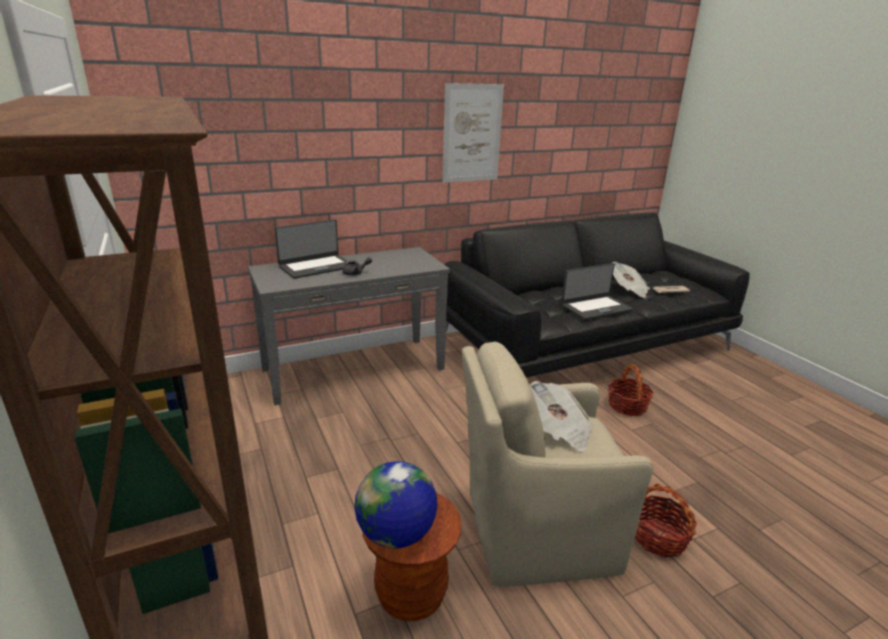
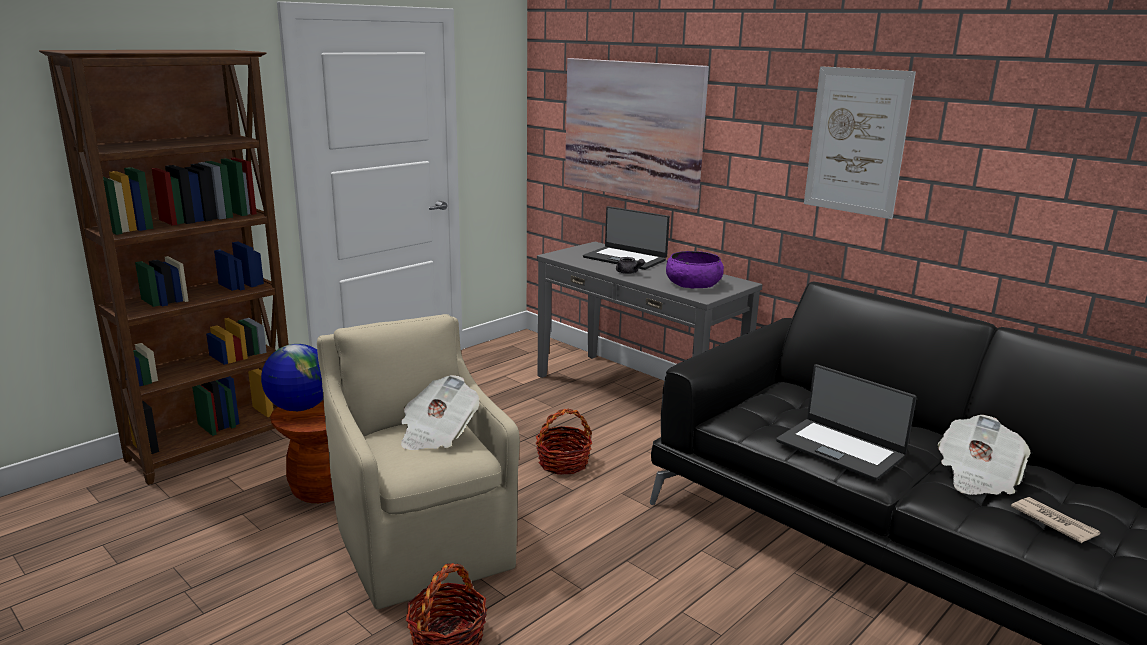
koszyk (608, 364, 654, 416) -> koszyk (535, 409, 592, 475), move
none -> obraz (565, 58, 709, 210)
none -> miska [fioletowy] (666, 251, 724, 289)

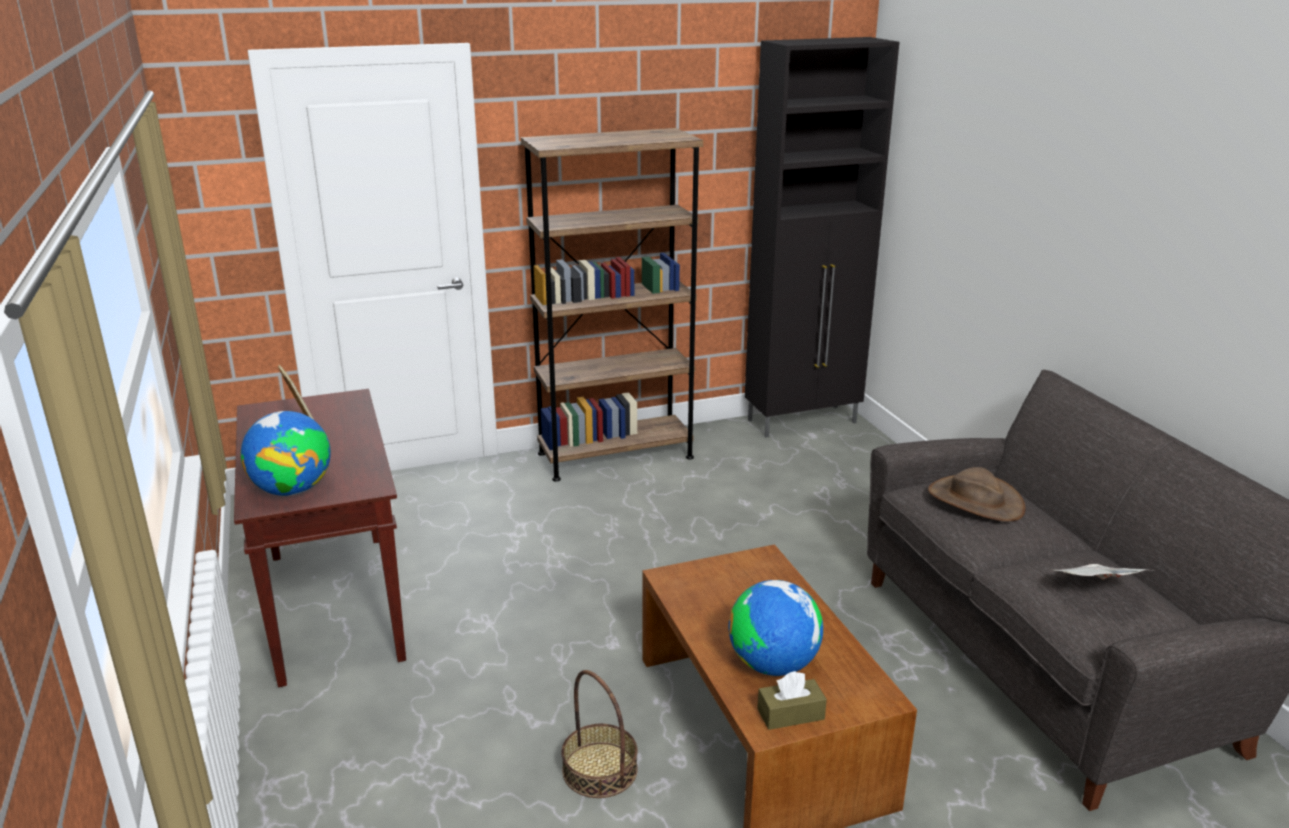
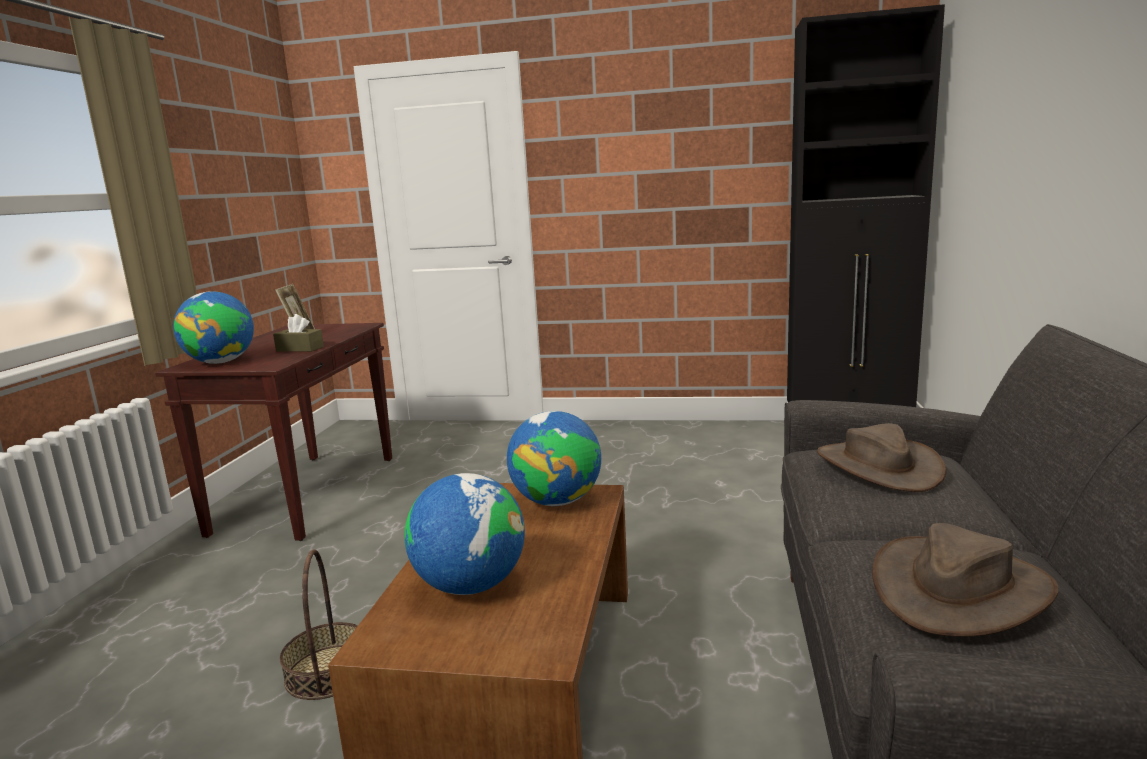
regał [brązowy] (521, 128, 703, 482) -> none
gazeta (1055, 564, 1156, 580) -> kapelusz [brązowy] (872, 523, 1058, 637)
pudełko chusteczek [brązowy] (757, 671, 827, 730) -> pudełko chusteczek [brązowy] (273, 314, 324, 352), move
none -> globus (507, 411, 601, 506)

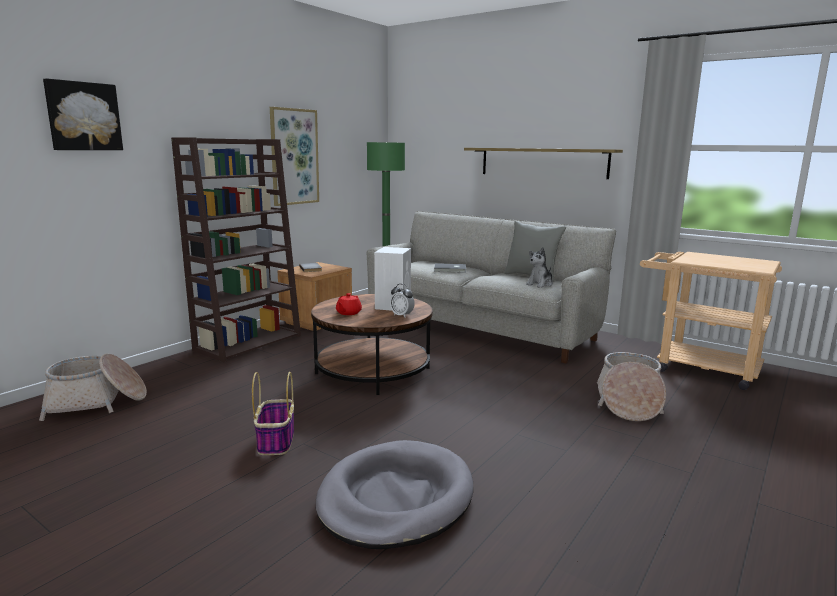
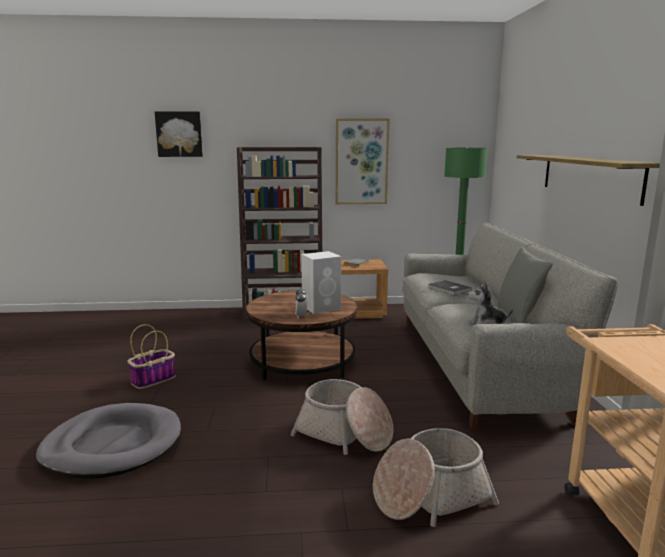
imbryk [czerwony] (336, 293, 362, 315) -> none
koszyk (39, 354, 147, 421) -> koszyk (291, 379, 393, 455), move

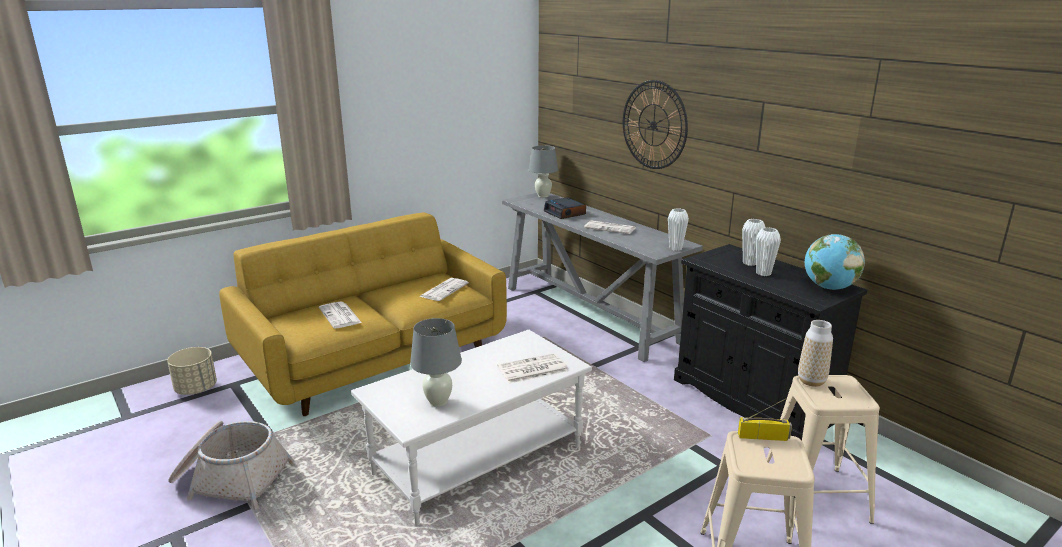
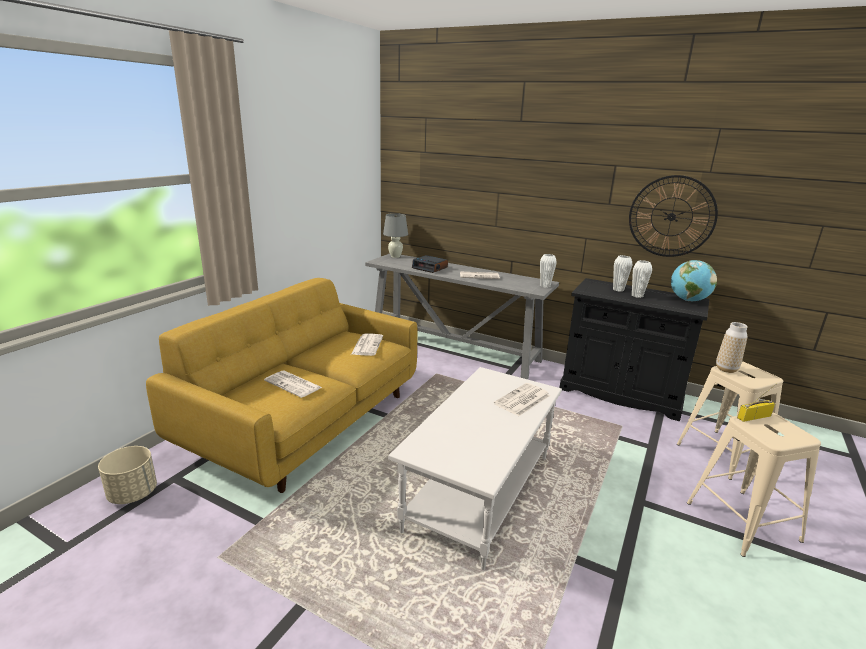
zegar ścienny (623, 80, 688, 169) -> zegar ścienny (629, 175, 718, 257), move
lampa stołowa [szary] (410, 318, 462, 407) -> none
koszyk (168, 421, 295, 510) -> none

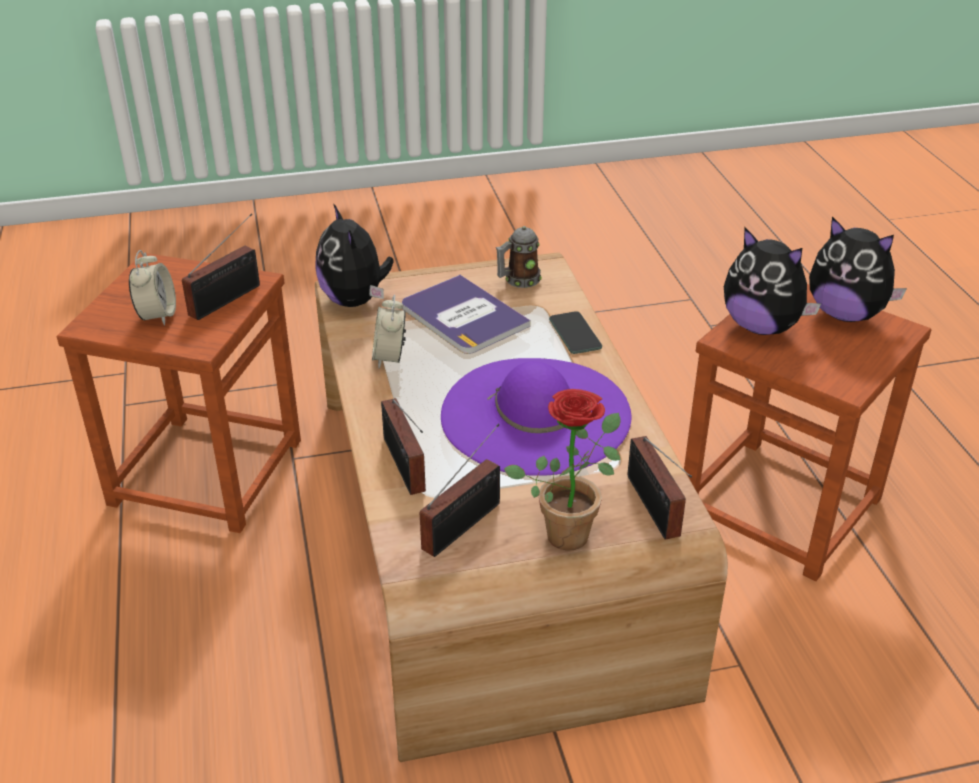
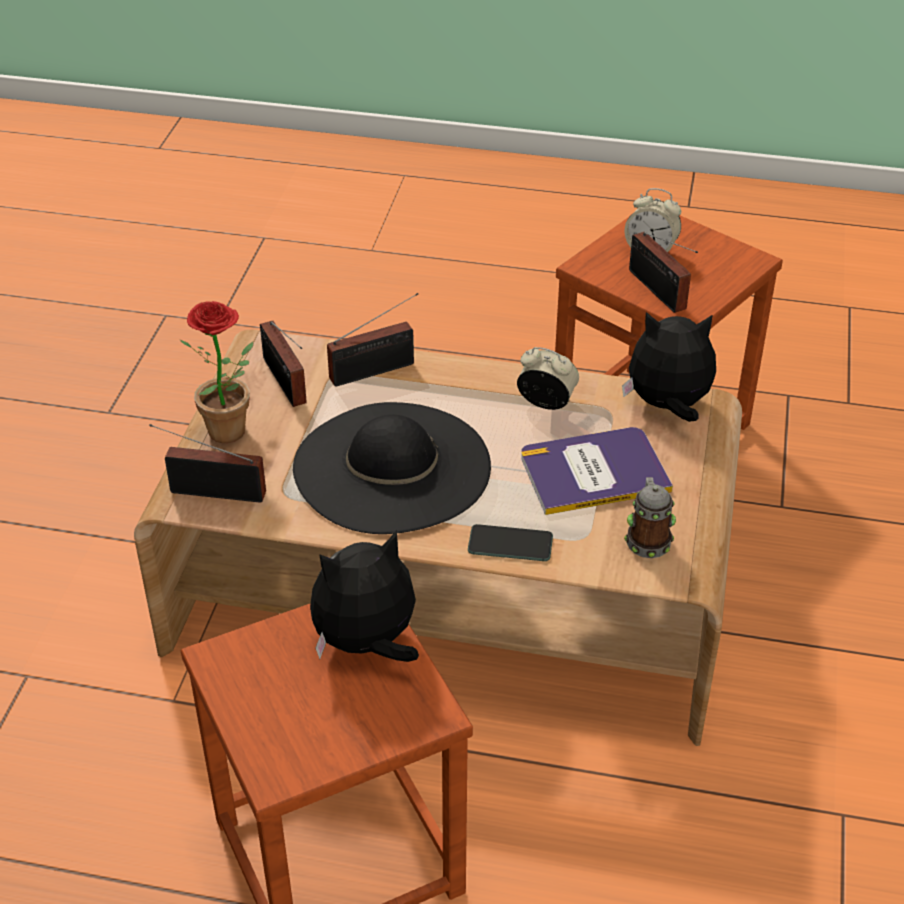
pluszak (809, 217, 907, 322) -> none
kapelusz [fioletowy] (441, 358, 631, 476) -> kapelusz [czarny] (293, 402, 491, 534)
radio (381, 398, 426, 495) -> radio (327, 293, 418, 387), 150 degrees clockwise

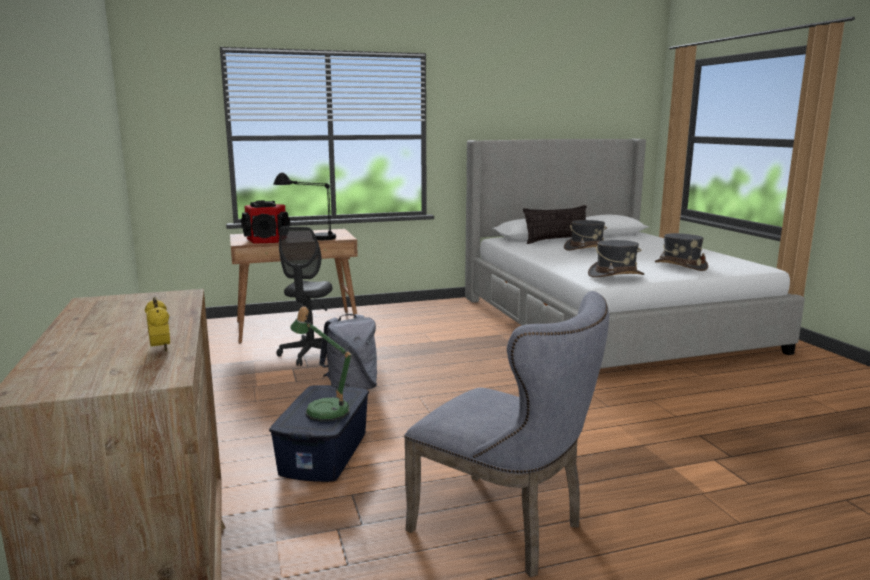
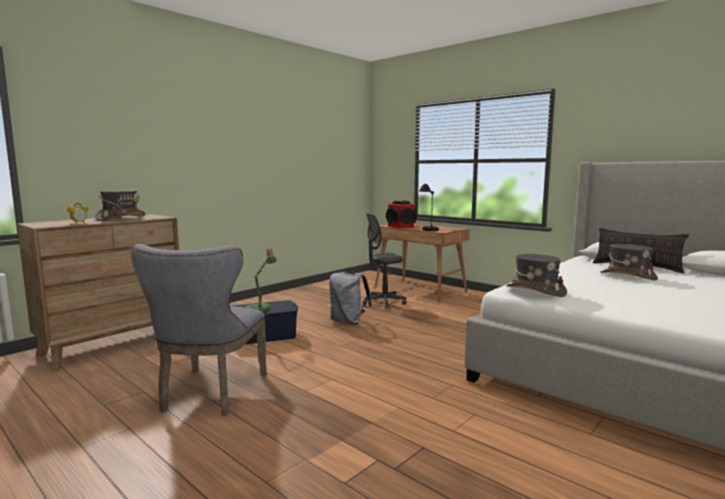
kapelusz [szary] (655, 233, 708, 271) -> kapelusz [szary] (95, 190, 145, 221), move

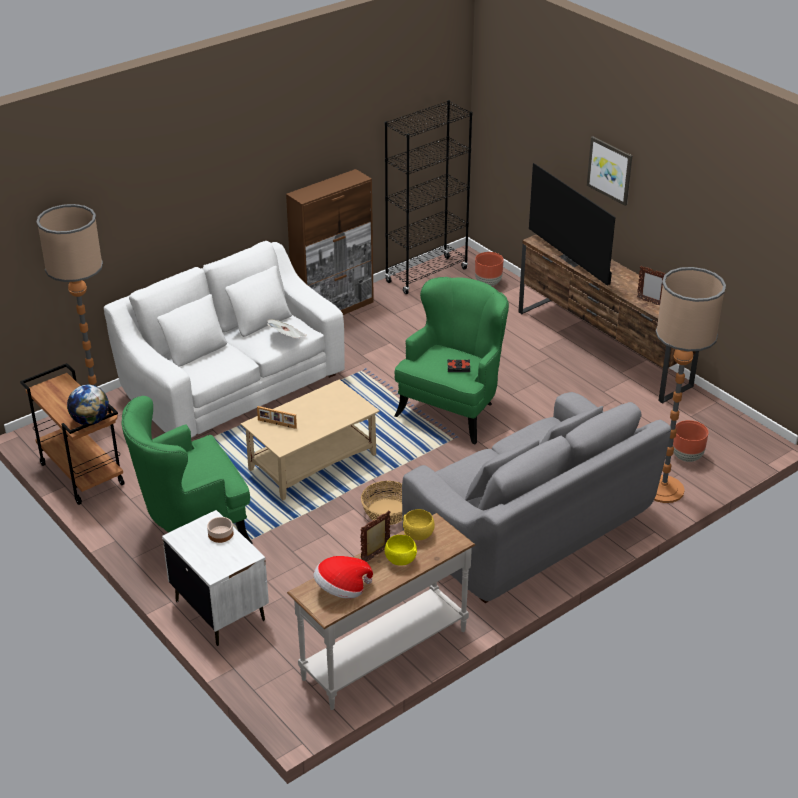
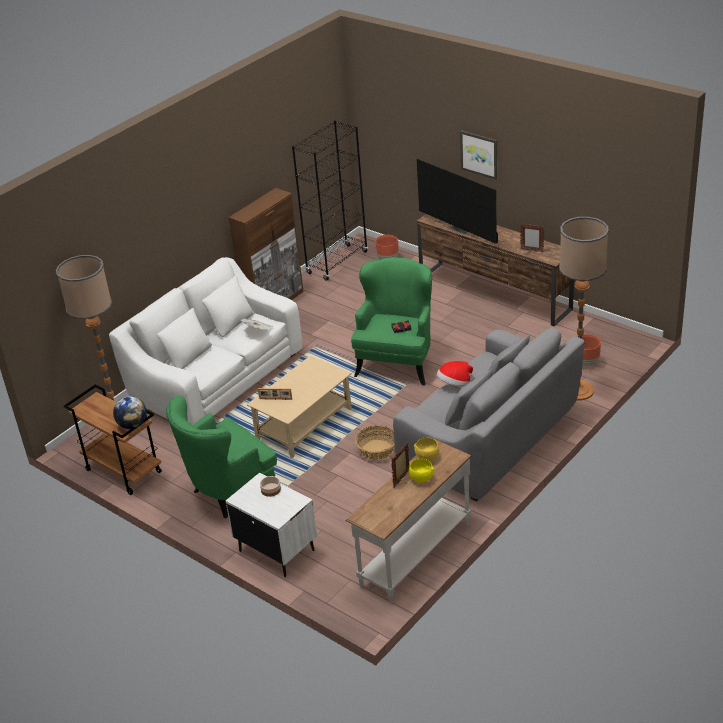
kapelusz (313, 556, 373, 599) -> kapelusz (437, 361, 473, 387), move

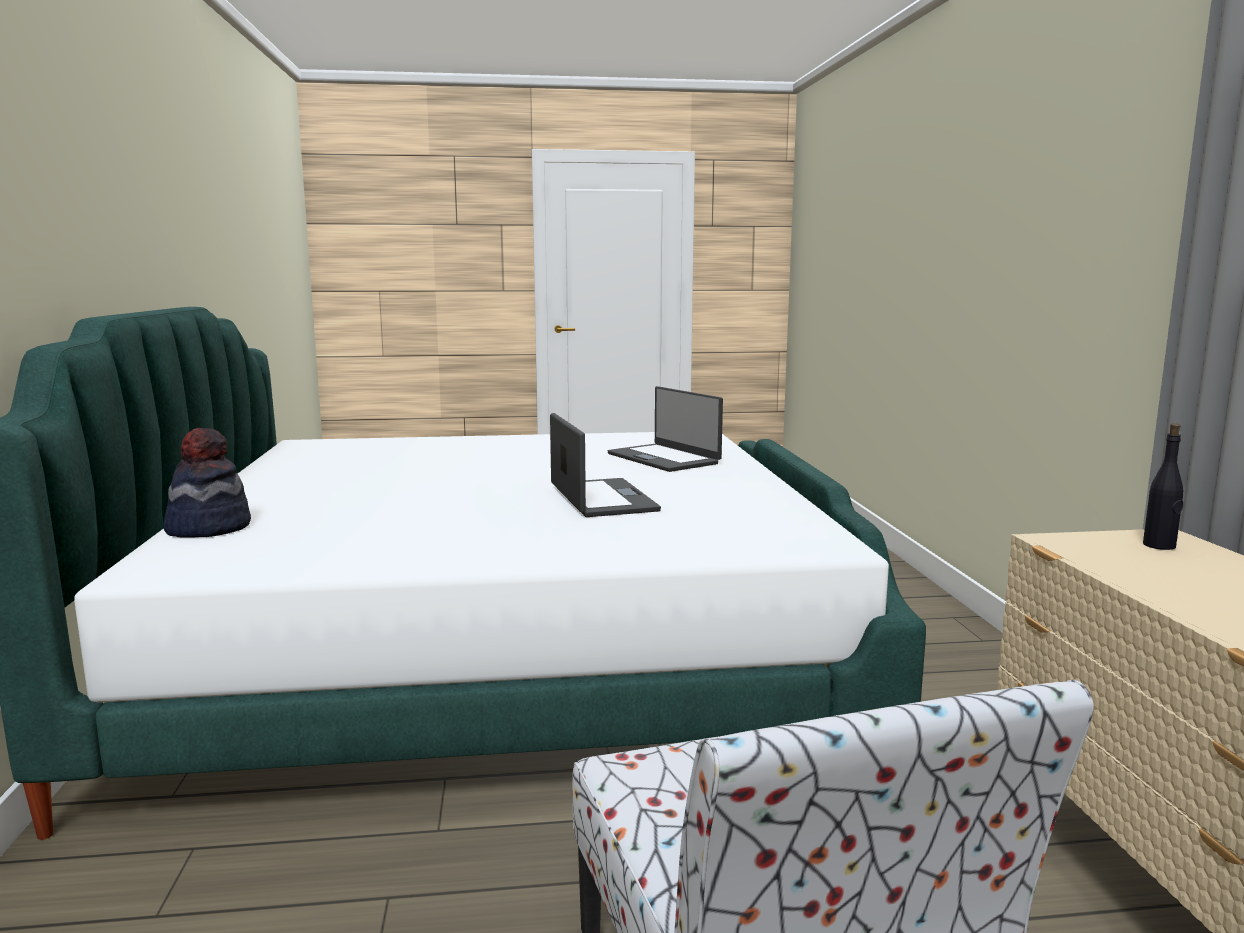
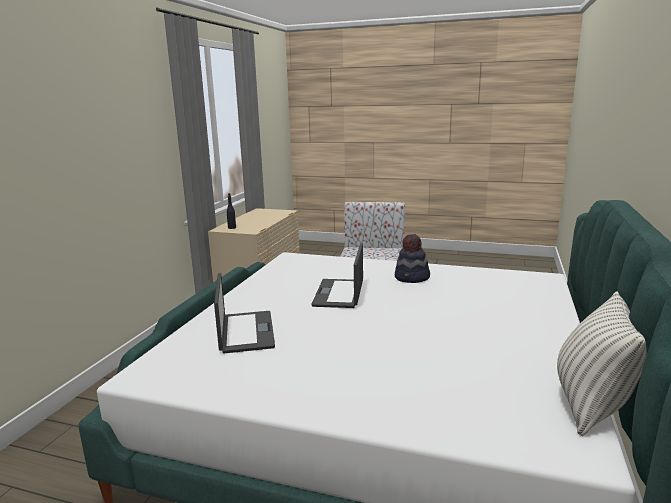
kapelusz (164, 428, 251, 538) -> kapelusz (395, 234, 430, 283), move
none -> poduszka (557, 291, 646, 436)

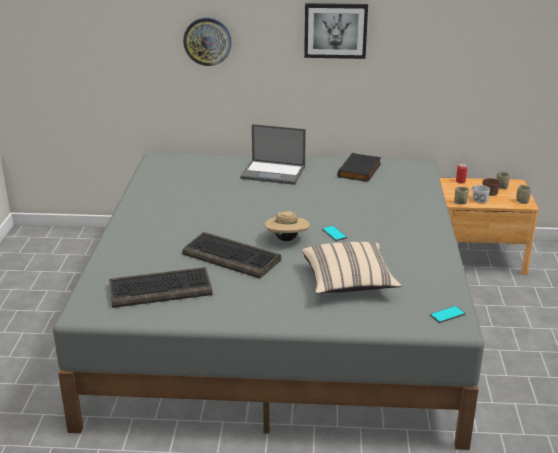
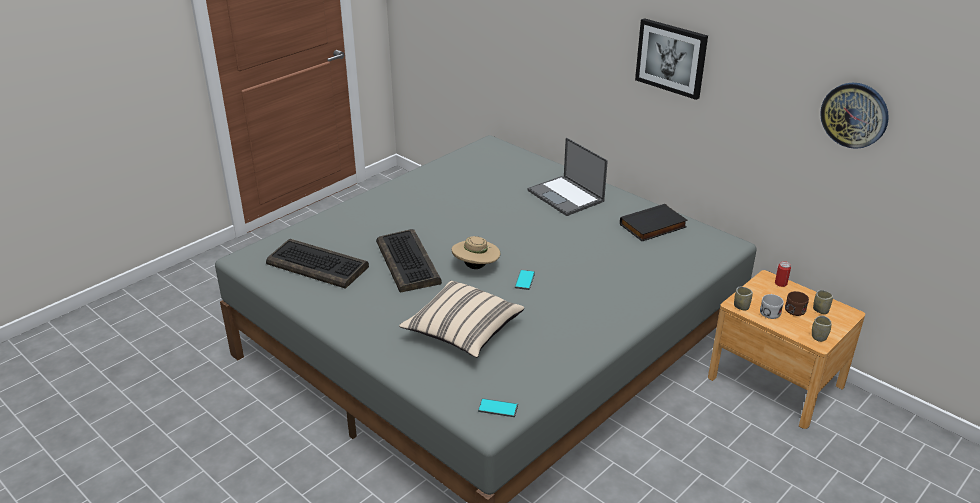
zegar ścienny (183, 18, 232, 66) -> zegar ścienny (820, 83, 889, 149), move

